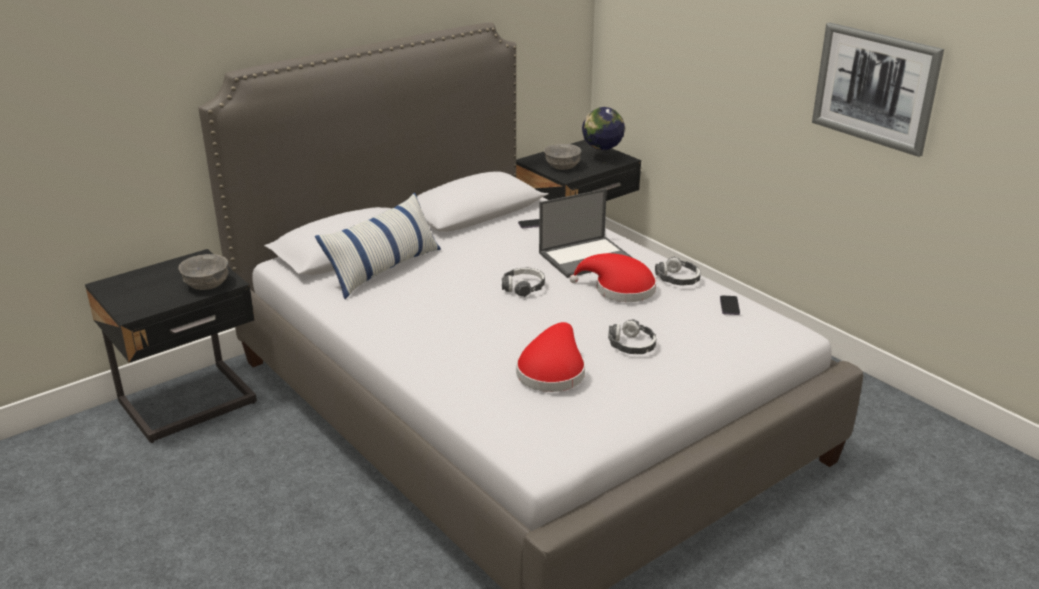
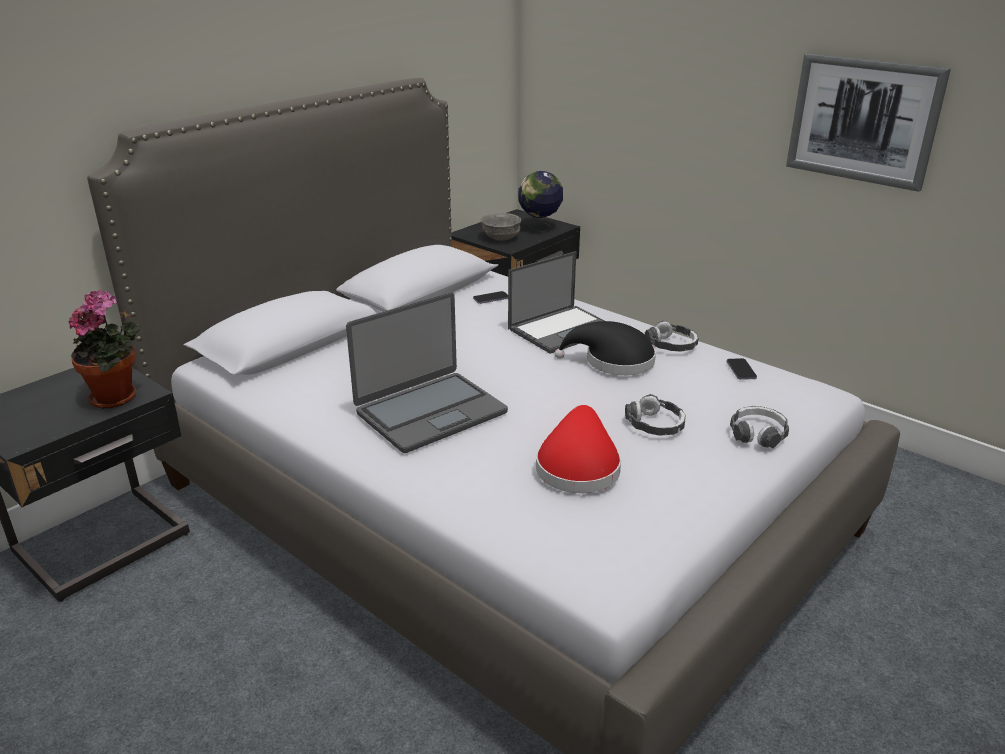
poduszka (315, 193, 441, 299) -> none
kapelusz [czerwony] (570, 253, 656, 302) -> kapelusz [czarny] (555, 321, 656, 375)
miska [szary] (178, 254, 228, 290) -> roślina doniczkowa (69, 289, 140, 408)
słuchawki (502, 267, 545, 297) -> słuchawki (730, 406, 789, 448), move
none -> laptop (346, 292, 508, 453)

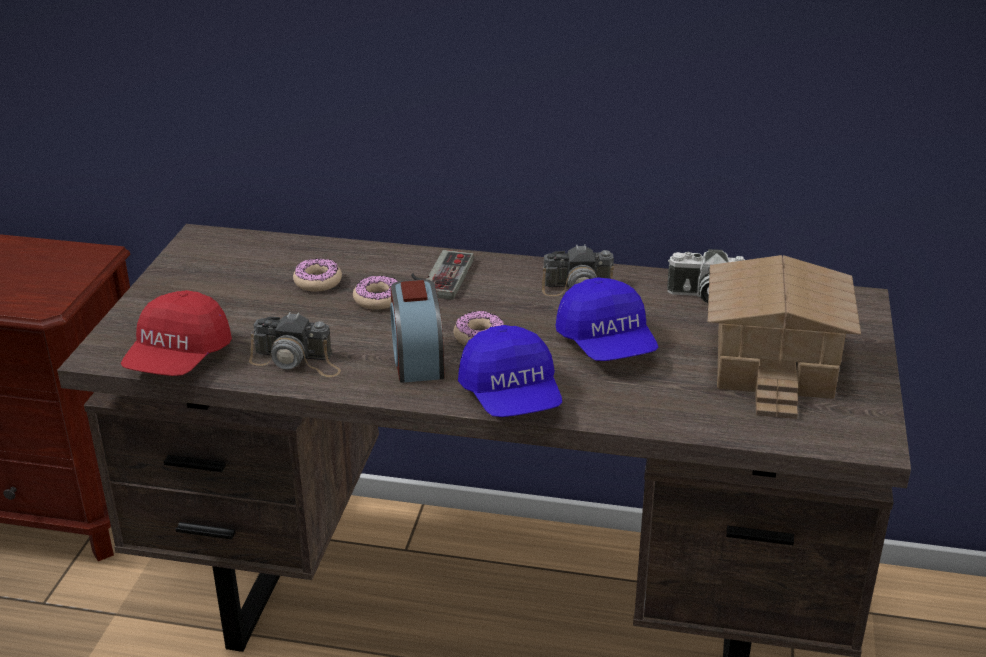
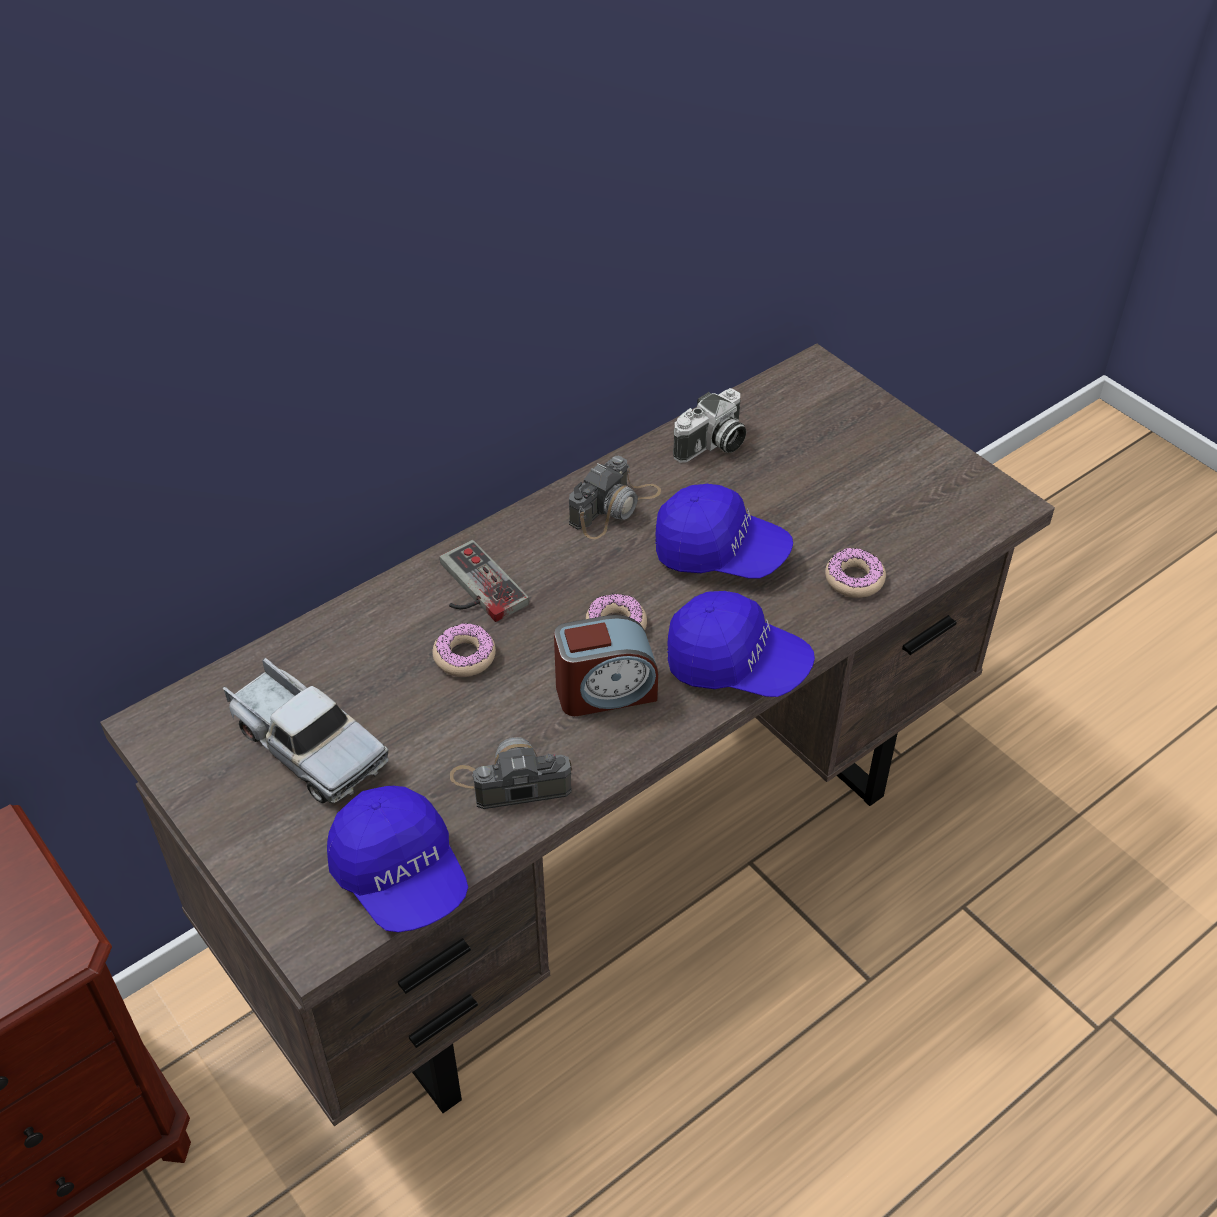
domek (707, 255, 861, 419) -> none
donut (293, 258, 342, 292) -> donut (825, 548, 886, 598), move
budzik (391, 279, 444, 383) -> budzik (554, 615, 658, 716), 45 degrees counterclockwise
czapka z daszkiem [czerwony] (121, 290, 232, 376) -> czapka z daszkiem [niebieski] (327, 786, 468, 932)
aparat fotograficzny (249, 312, 341, 377) -> aparat fotograficzny (450, 737, 572, 809), 150 degrees counterclockwise
none -> ciężarówka zabawkowa (222, 658, 389, 803)

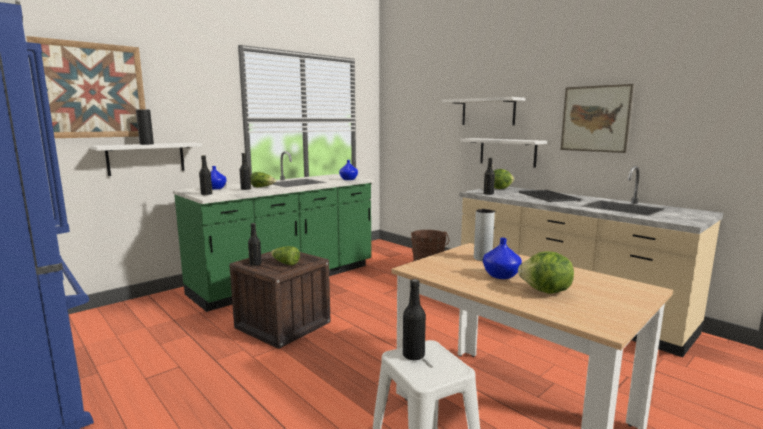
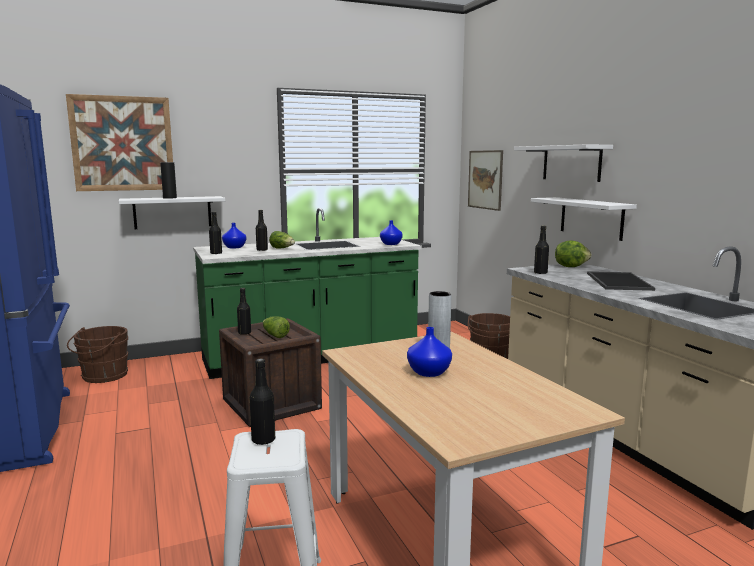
obraz (560, 84, 634, 153) -> obraz (468, 150, 503, 211), move
sałata (518, 251, 574, 294) -> none
none -> wiadro [brązowy] (67, 326, 128, 383)

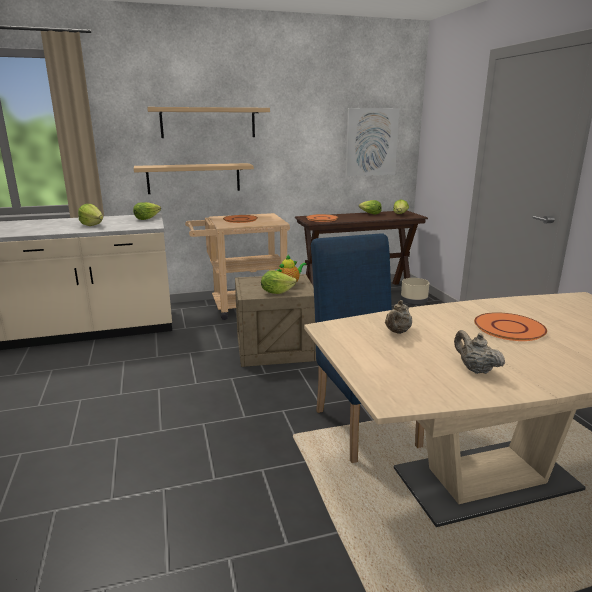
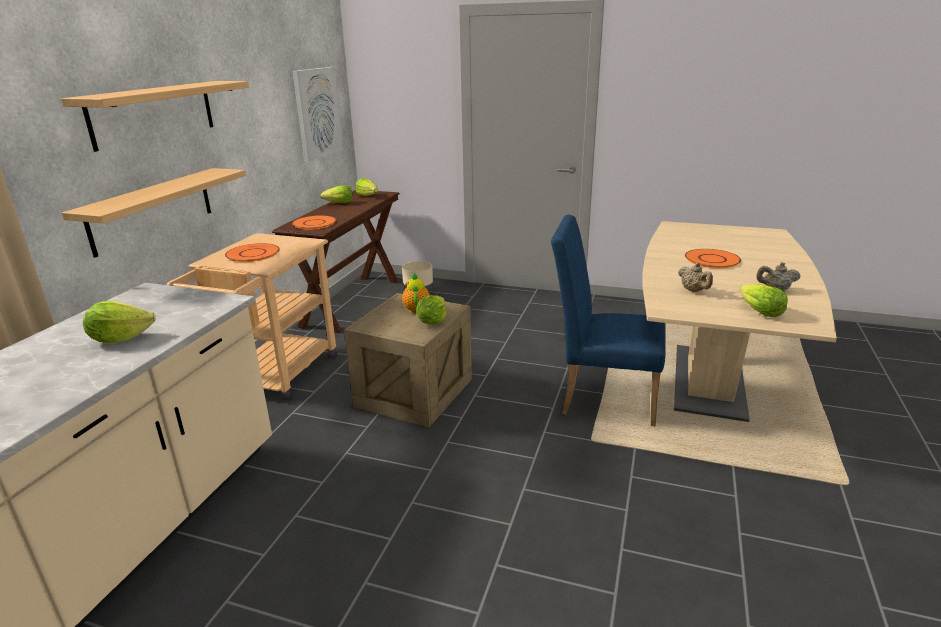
sałata (133, 202, 161, 220) -> sałata (739, 284, 788, 317), move

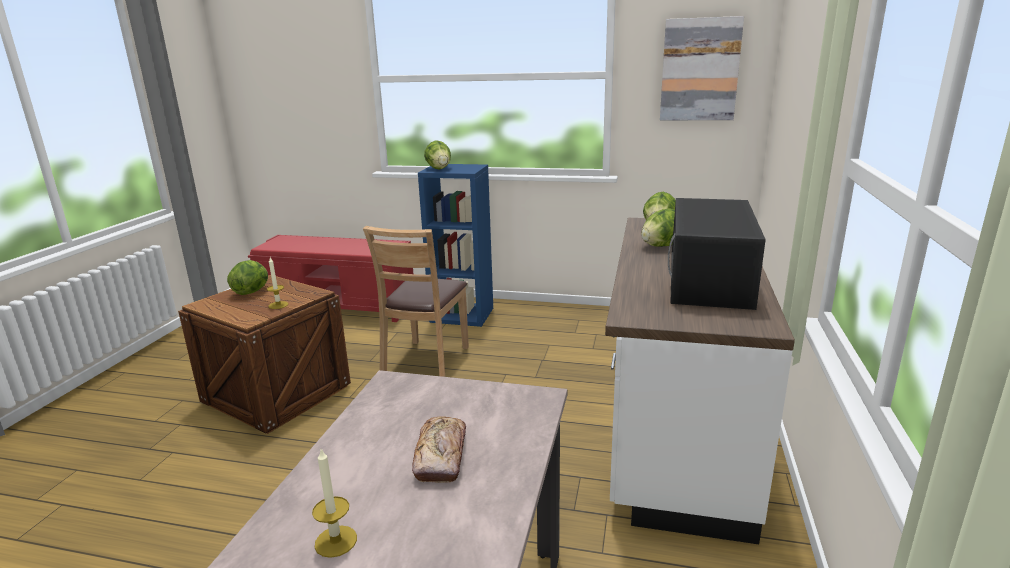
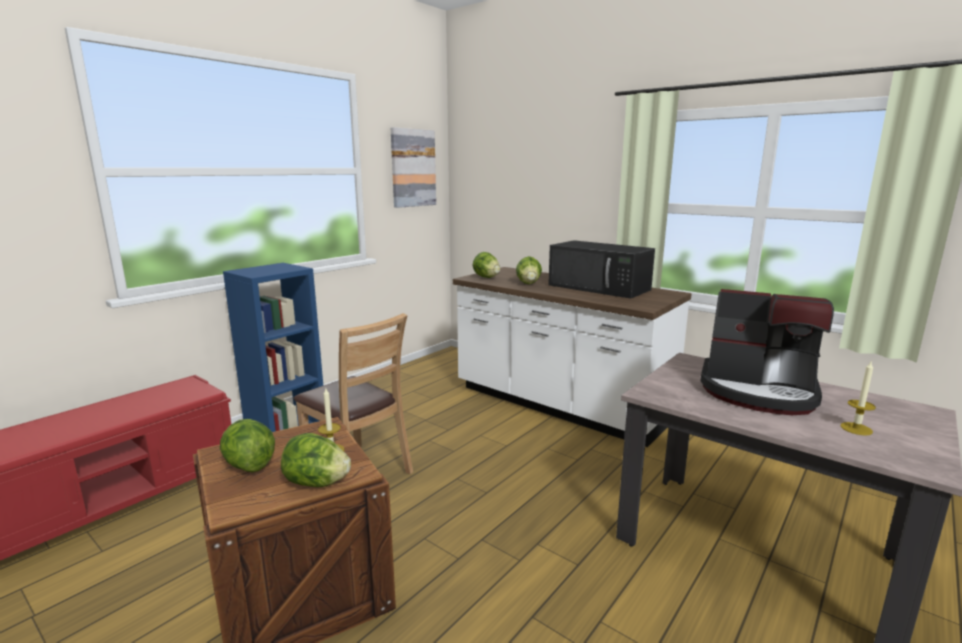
sałata (424, 140, 451, 170) -> sałata (281, 433, 351, 487), move
chleb (412, 416, 466, 483) -> ekspres do kawy (700, 289, 834, 415)

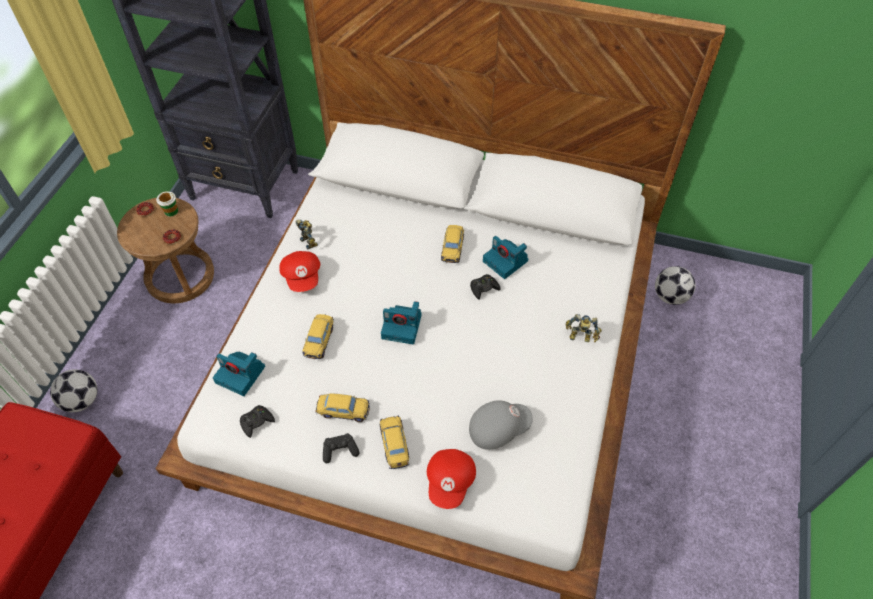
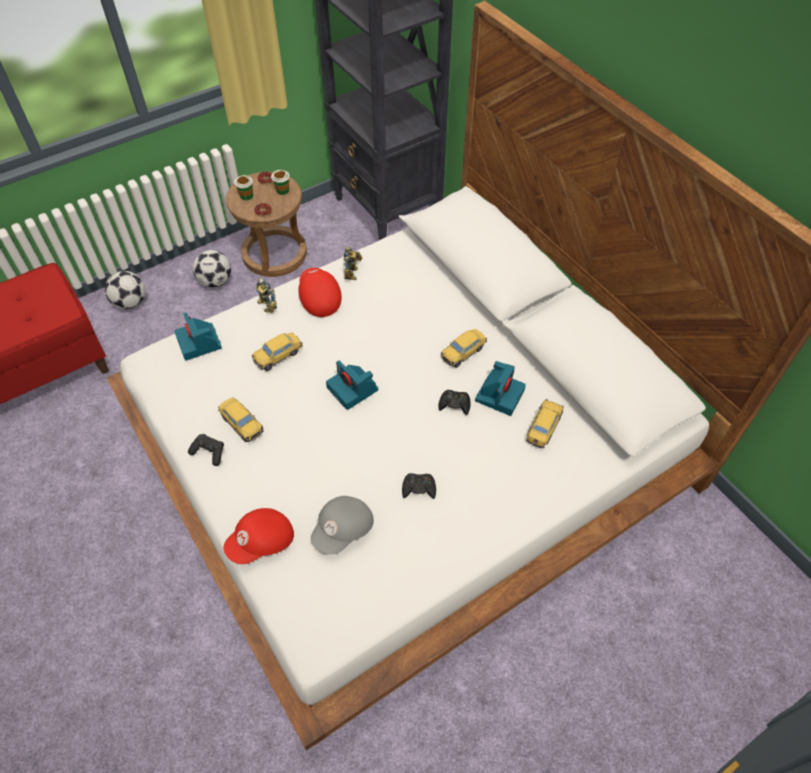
aparat fotograficzny (483, 236, 529, 279) -> aparat fotograficzny (475, 361, 526, 416), 150 degrees counterclockwise
czapka z daszkiem [czerwony] (279, 251, 320, 292) -> czapka z daszkiem [czerwony] (298, 268, 342, 317), 135 degrees clockwise
piłka futbolowa (655, 266, 696, 305) -> piłka futbolowa (193, 250, 231, 288), move
robot zabawkowy (566, 314, 602, 342) -> robot zabawkowy (256, 278, 277, 313), move
czapka z daszkiem [szary] (469, 400, 533, 450) -> czapka z daszkiem [szary] (311, 496, 374, 554), 105 degrees clockwise
pad do gier [czarny] (240, 405, 275, 438) -> pad do gier [czarny] (402, 473, 436, 499), move
samochodzik (379, 415, 410, 469) -> samochodzik (526, 399, 564, 448), move
none -> filiżanka (234, 175, 253, 200)

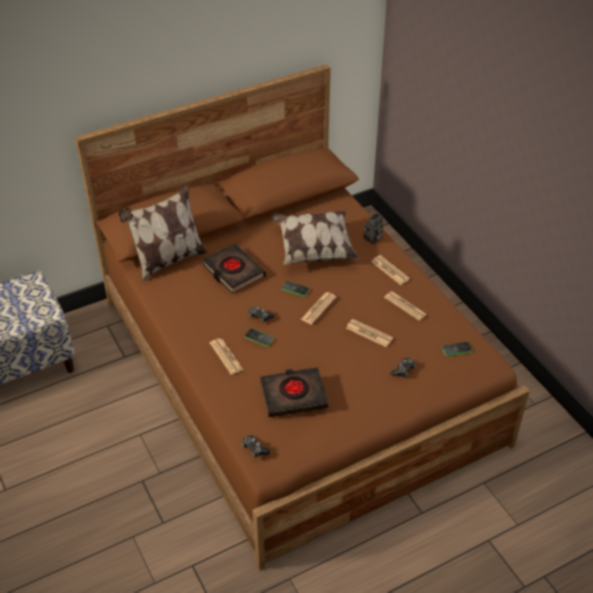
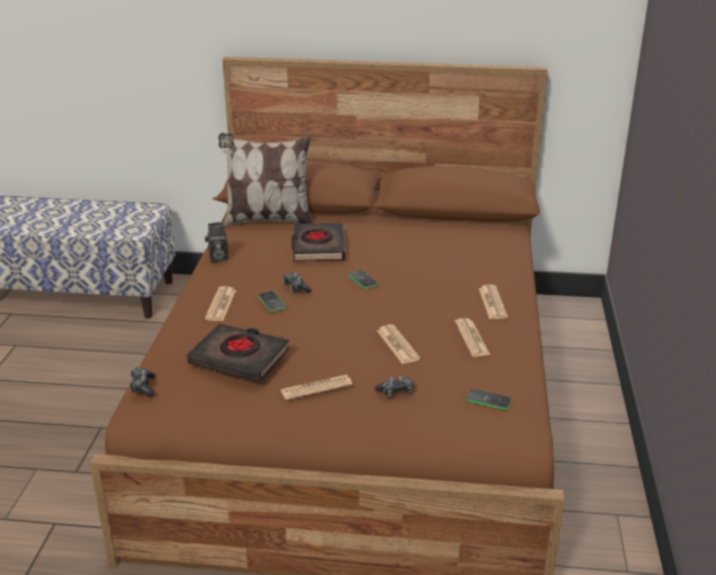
poduszka (272, 210, 359, 265) -> none
aparat fotograficzny (364, 213, 383, 244) -> aparat fotograficzny (205, 222, 228, 262), move
gazeta (300, 292, 336, 324) -> gazeta (281, 375, 353, 400), move

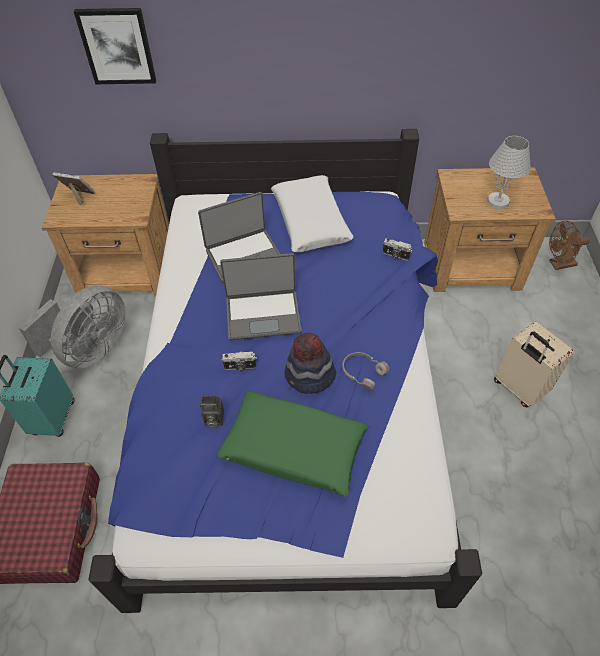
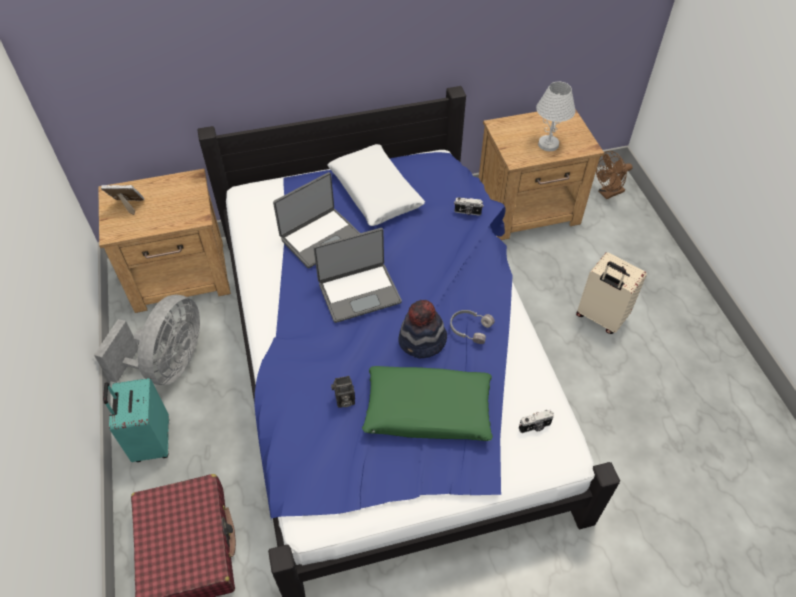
obraz (74, 8, 156, 84) -> none
aparat fotograficzny (222, 351, 257, 371) -> aparat fotograficzny (519, 410, 554, 433), move

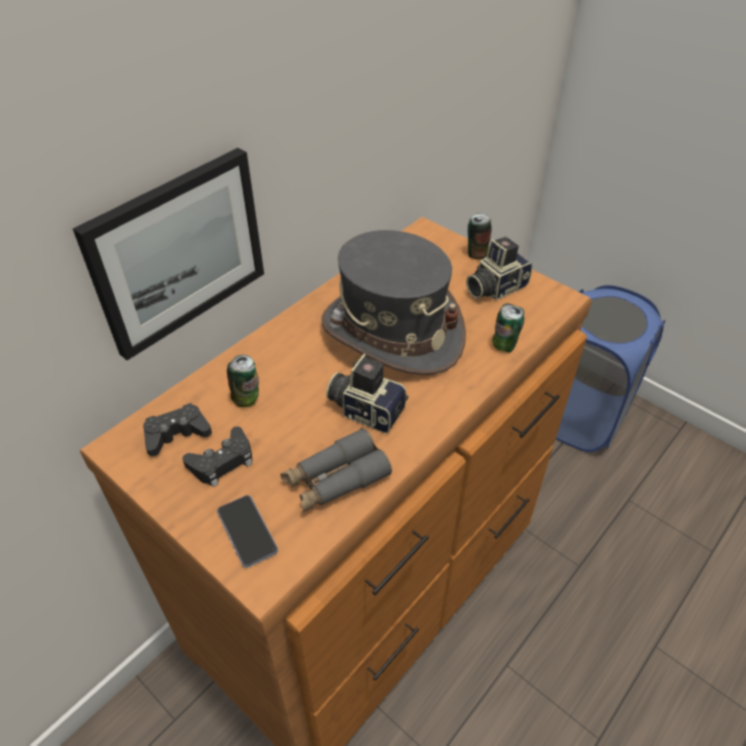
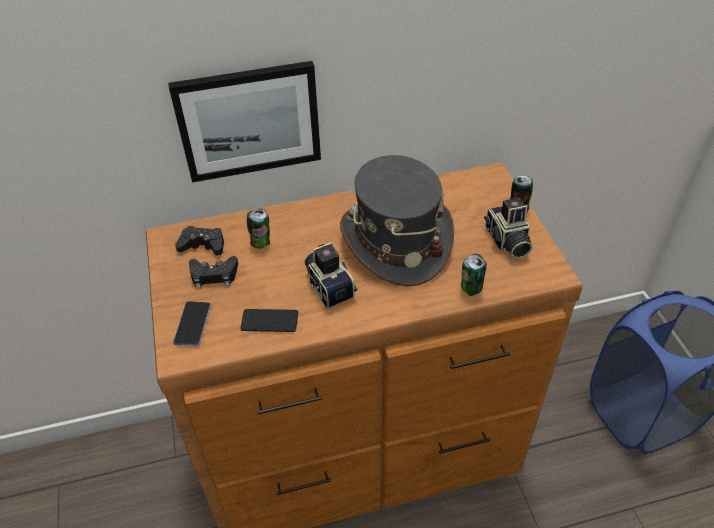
aparat fotograficzny (466, 237, 533, 300) -> aparat fotograficzny (484, 198, 533, 259), 105 degrees counterclockwise
lornetka [szary] (280, 428, 392, 512) -> telefon (240, 309, 298, 332)

